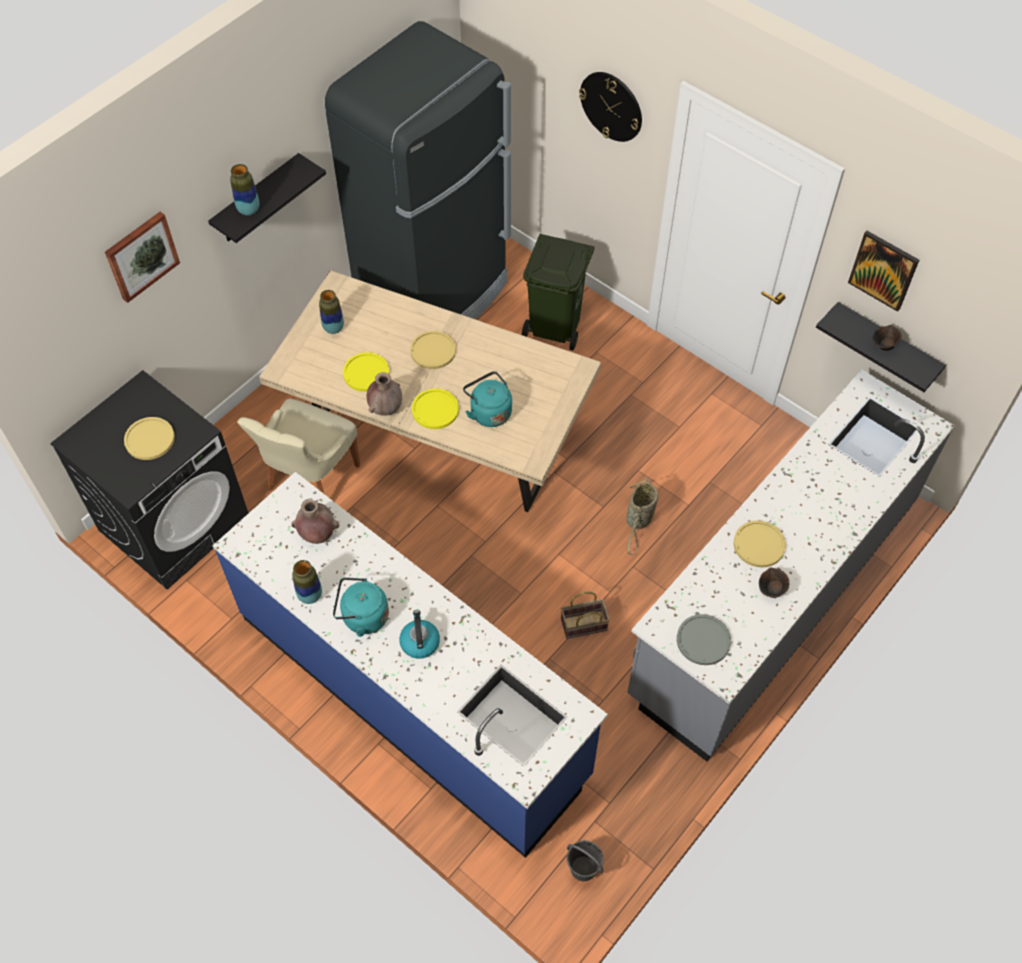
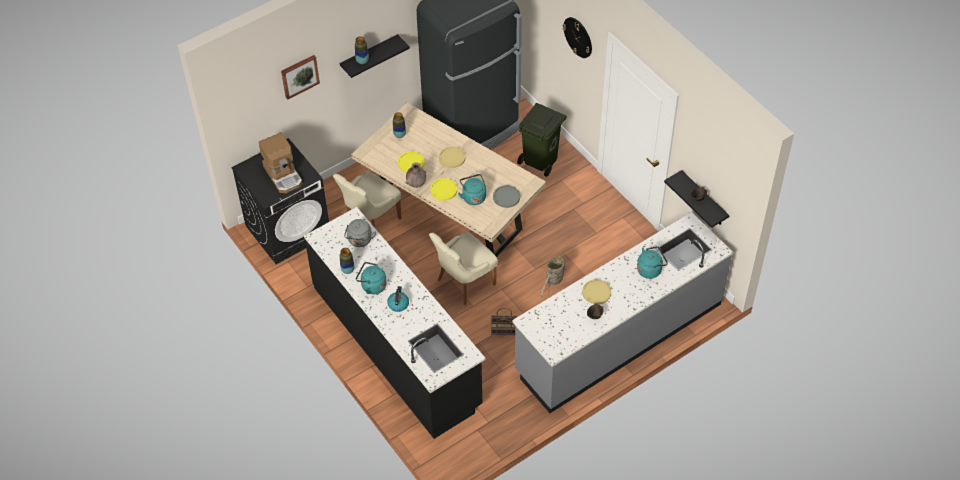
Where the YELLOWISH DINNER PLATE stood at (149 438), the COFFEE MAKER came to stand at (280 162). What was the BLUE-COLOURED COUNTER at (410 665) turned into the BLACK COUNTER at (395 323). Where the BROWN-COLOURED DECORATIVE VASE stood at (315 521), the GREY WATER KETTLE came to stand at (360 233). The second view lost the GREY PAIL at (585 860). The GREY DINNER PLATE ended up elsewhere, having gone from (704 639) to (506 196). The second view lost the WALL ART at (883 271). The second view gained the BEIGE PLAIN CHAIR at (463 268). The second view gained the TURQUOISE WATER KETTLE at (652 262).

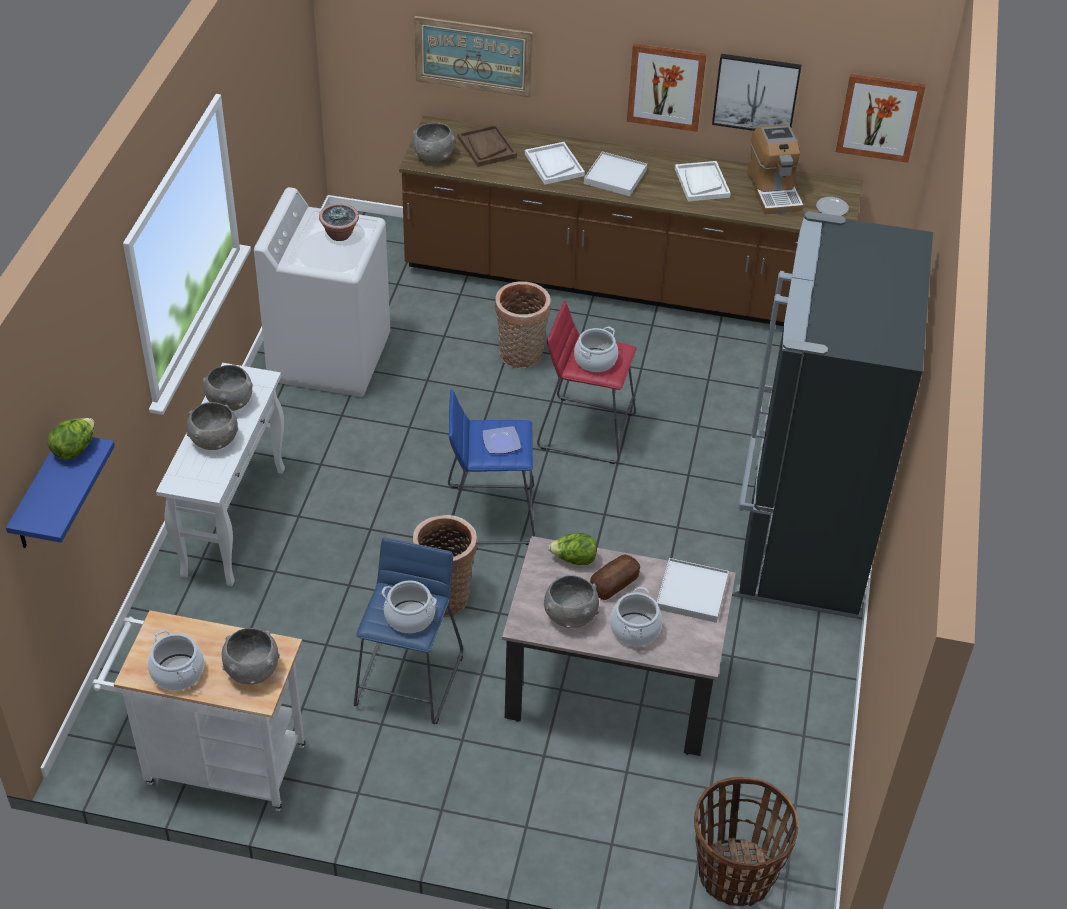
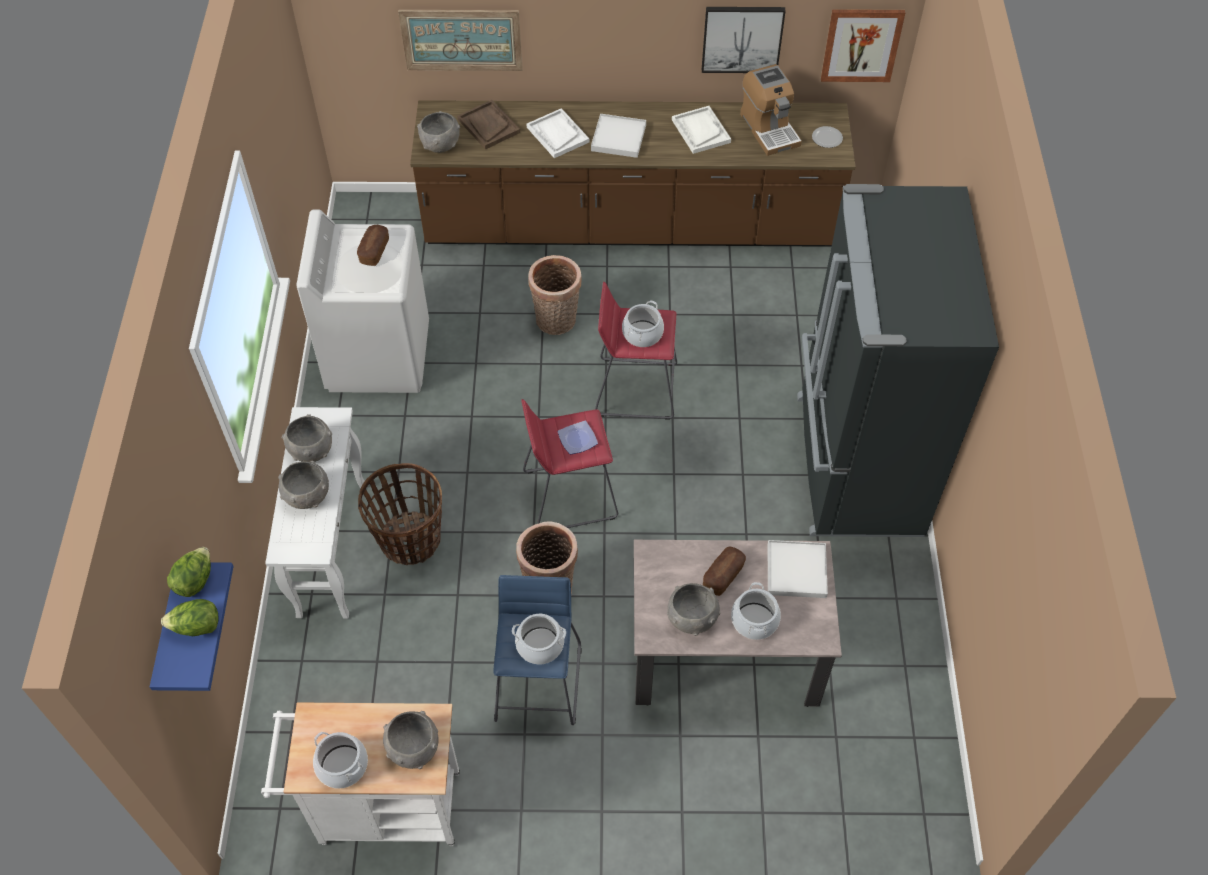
Where the HOUSEPLANT stood at (339 222), the BAKED BREAD came to stand at (373 245). What was the BLUE-COLOURED SITTING STOOL at (491 467) turned into the RED-COLOURED SITTING STOOL at (569 463). The LETTUCE ended up elsewhere, having gone from (572 549) to (190 617). The second view lost the WALL ART at (667 87). The HOUSEHOLD BASKET ended up elsewhere, having gone from (746 842) to (400 514).

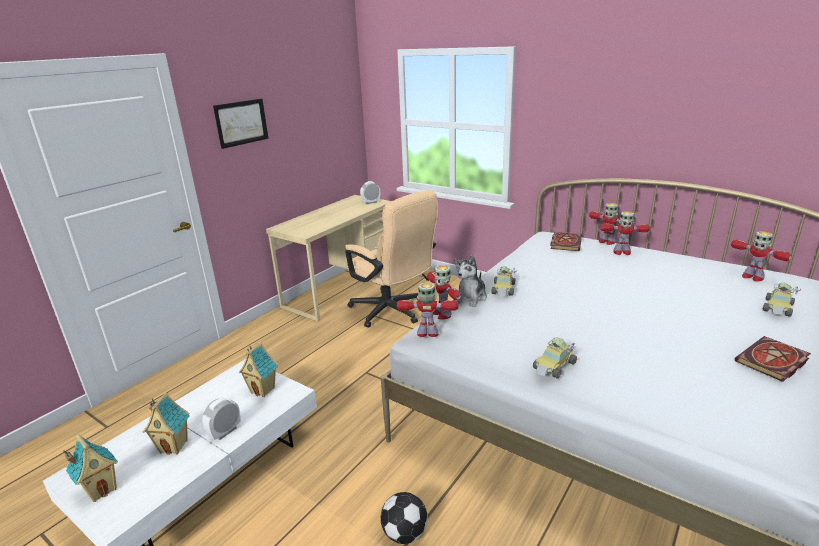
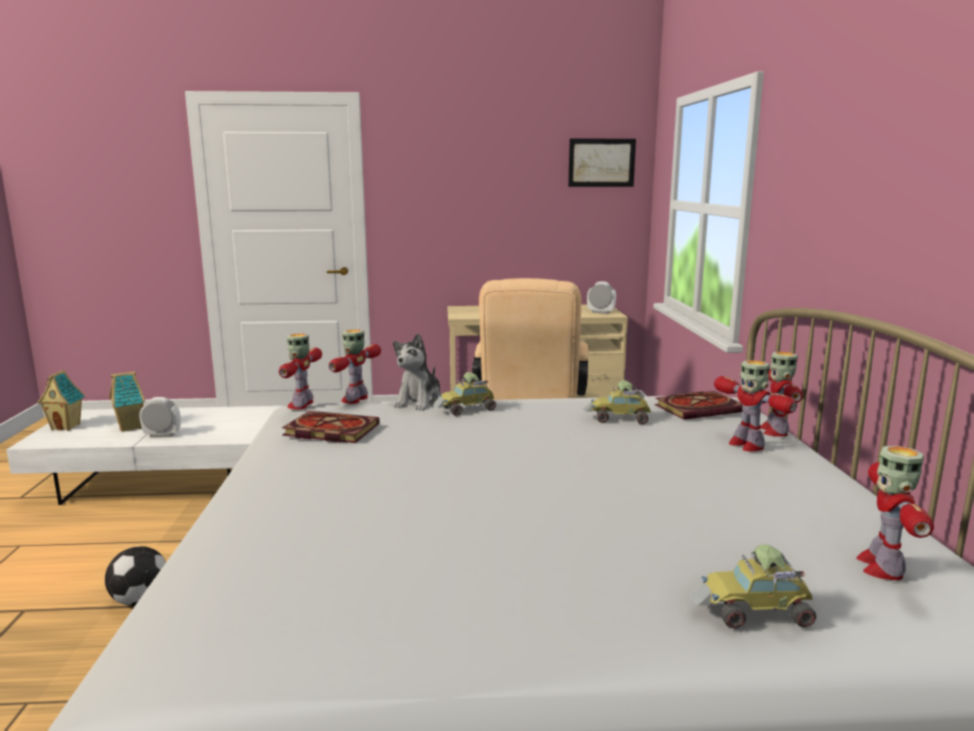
The WALL ART ended up elsewhere, having gone from (241 124) to (602 163). The second view lost the TOY HOUSE at (258 369). The MODEL ROBOT at (427 309) ended up facing another way, 135 degrees counterclockwise from before. The CUDDLY TOY at (470 281) ended up facing another way, 60 degrees counterclockwise from before. The MINIATURE CAR ended up elsewhere, having gone from (555 358) to (617 402). The BOOK ended up elsewhere, having gone from (772 359) to (331 427).

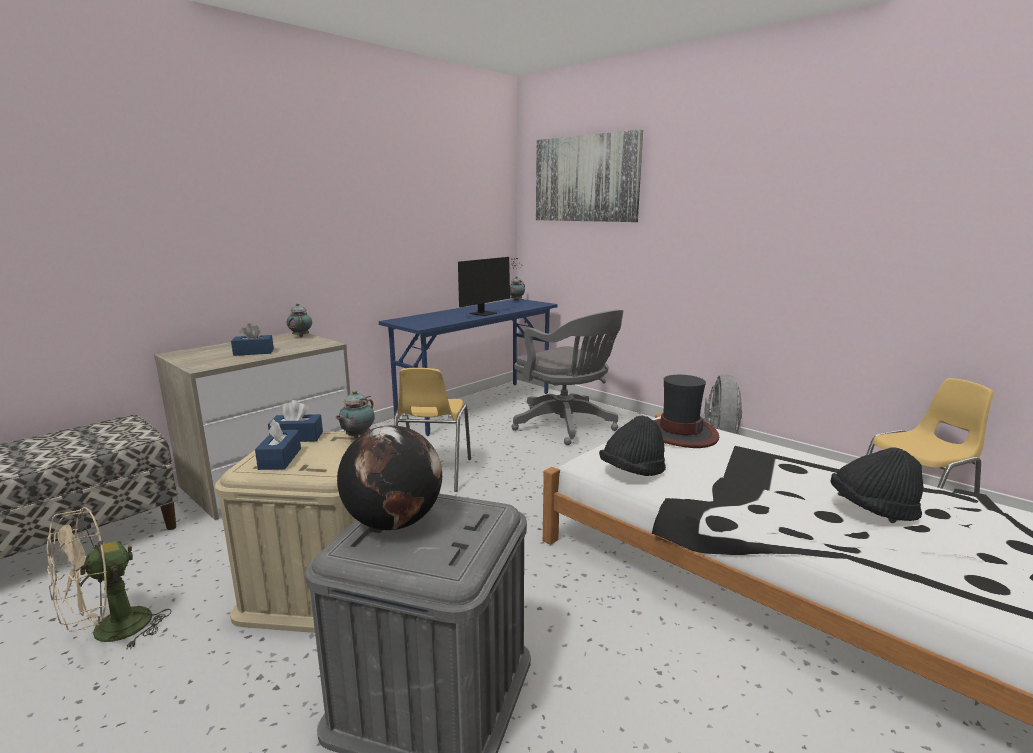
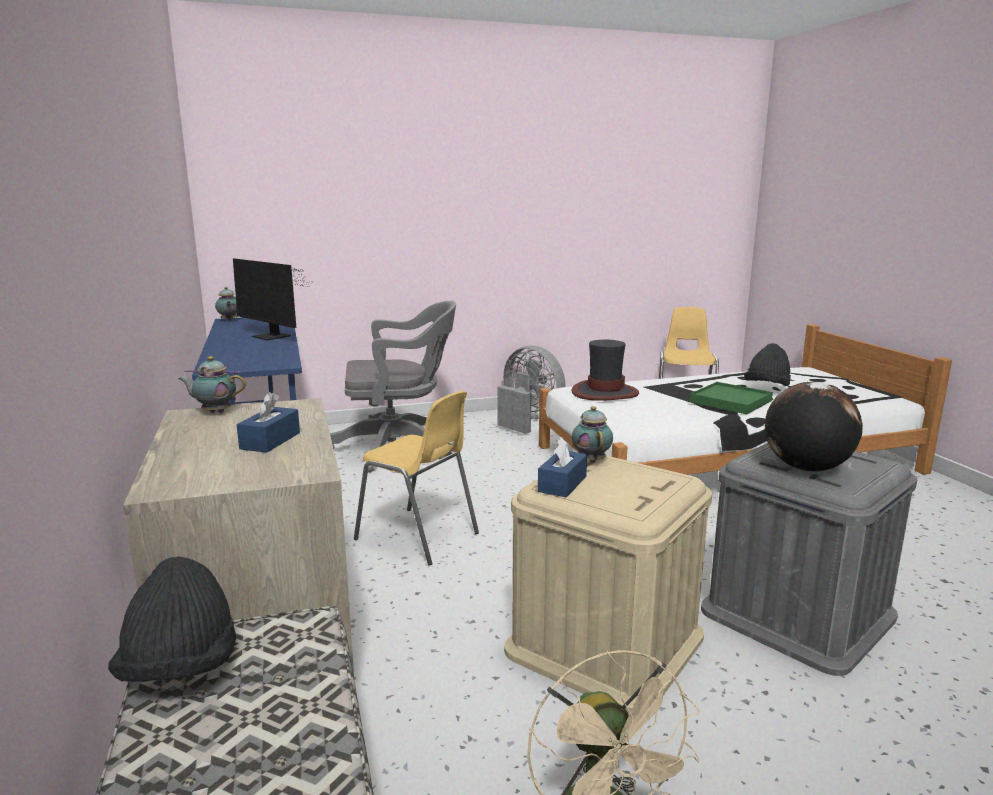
The second view lost the BLUE-COLOURED TISSUE HOLDER at (278 444). The TEAPOT at (355 414) ended up facing another way, 150 degrees counterclockwise from before. The MONITOR at (491 286) ended up facing another way, 150 degrees clockwise from before. The second view lost the WALL ART at (589 176). The BLACK WEARABLE HAT ended up elsewhere, having gone from (632 446) to (172 619). The second view gained the GREEN TRAY at (731 398).

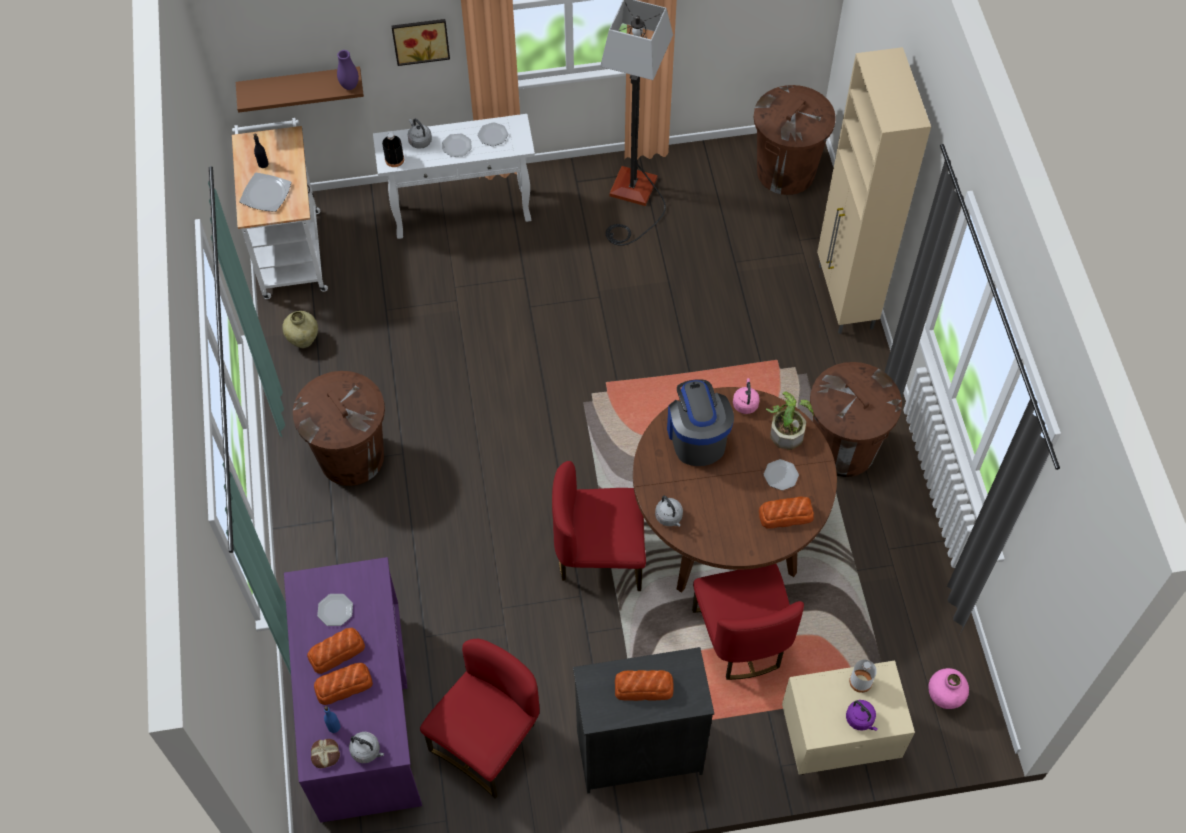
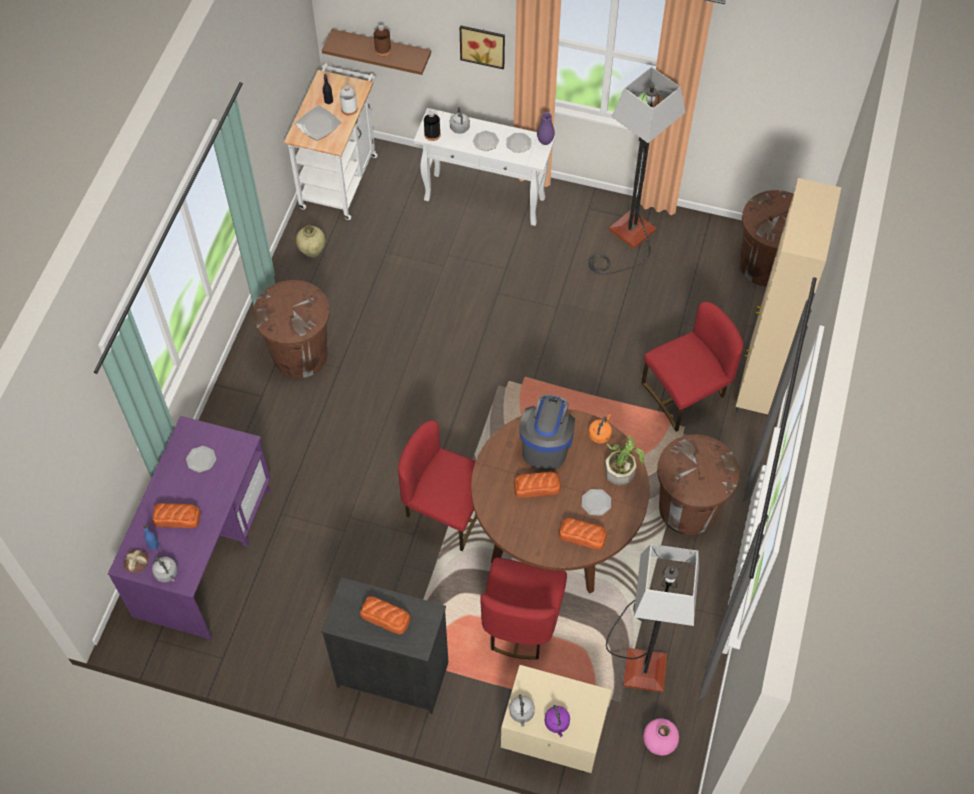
The BAKED BREAD ended up elsewhere, having gone from (336 651) to (537 484). The PURPLE DECORATIVE VASE ended up elsewhere, having gone from (348 70) to (546 128). The RED-COLOURED PLAIN CHAIR ended up elsewhere, having gone from (480 719) to (692 367). The GREY WATER KETTLE ended up elsewhere, having gone from (669 511) to (522 710). What was the PINK-COLOURED WATER KETTLE at (746 396) turned into the ORANGEY WATER KETTLE at (600 428). The WHITE-COLOURED DRINK BOTTLE ended up elsewhere, having gone from (863 676) to (349 100). The second view gained the BROWN-COLOURED DRINK BOTTLE at (382 40). The second view gained the STANDARD LAMP at (652 618).

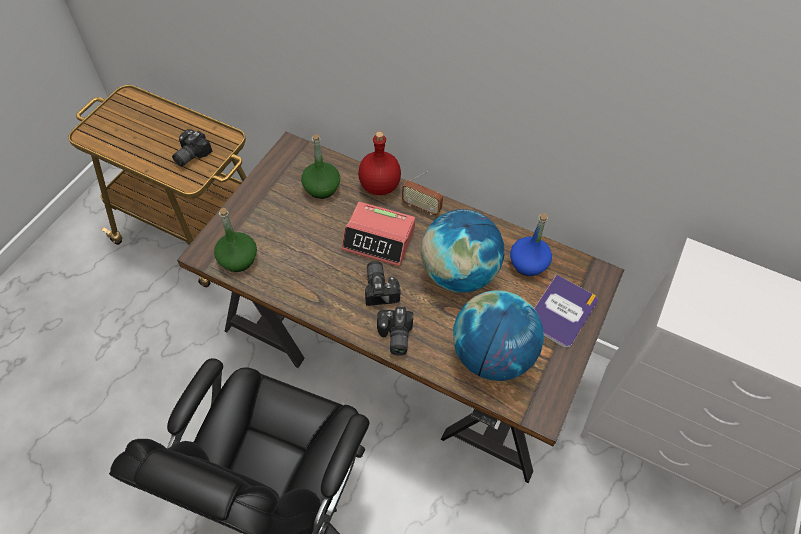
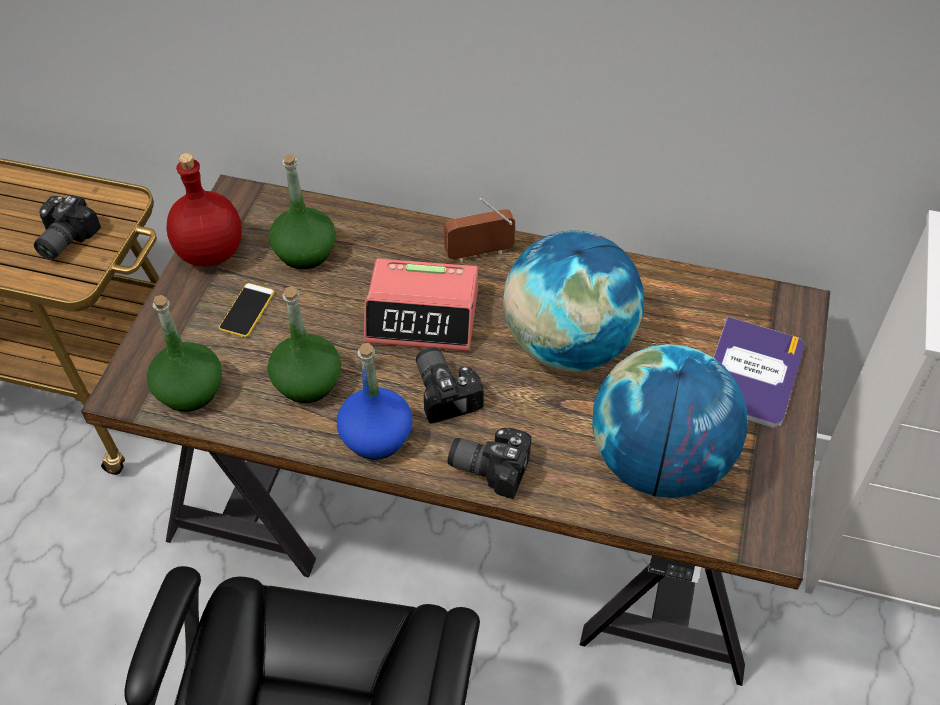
The RED-COLOURED DRINK BOTTLE ended up elsewhere, having gone from (379 163) to (204 210). The PHOTO CAMERA at (395 331) ended up facing another way, 120 degrees clockwise from before. The RADIO at (422 193) ended up facing another way, 150 degrees clockwise from before. The BLUE-COLOURED DRINK BOTTLE ended up elsewhere, having gone from (531 244) to (375 401). The second view gained the PHONE at (247 310). The second view gained the GREEN DRINK BOTTLE at (304 344).

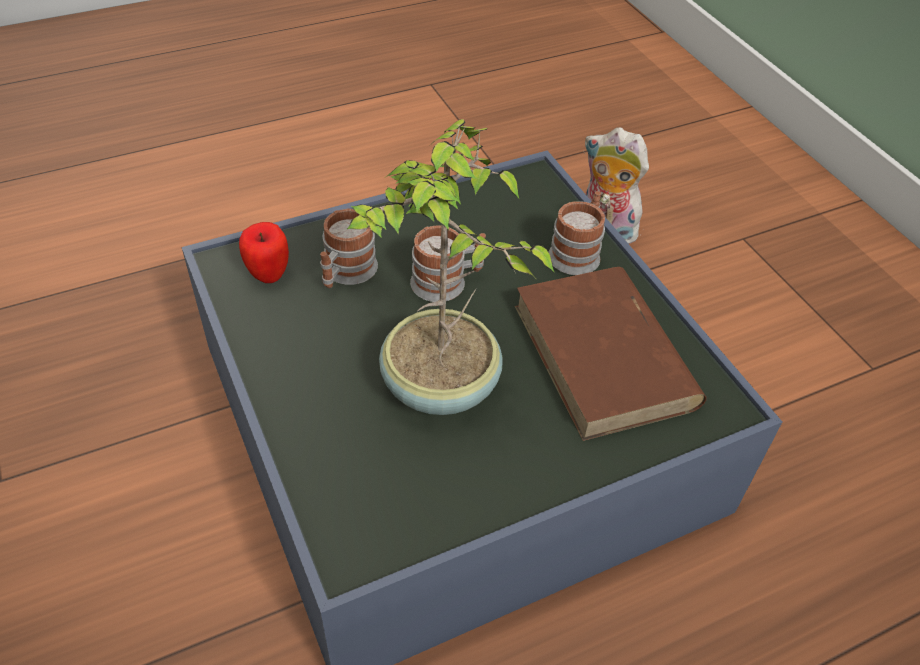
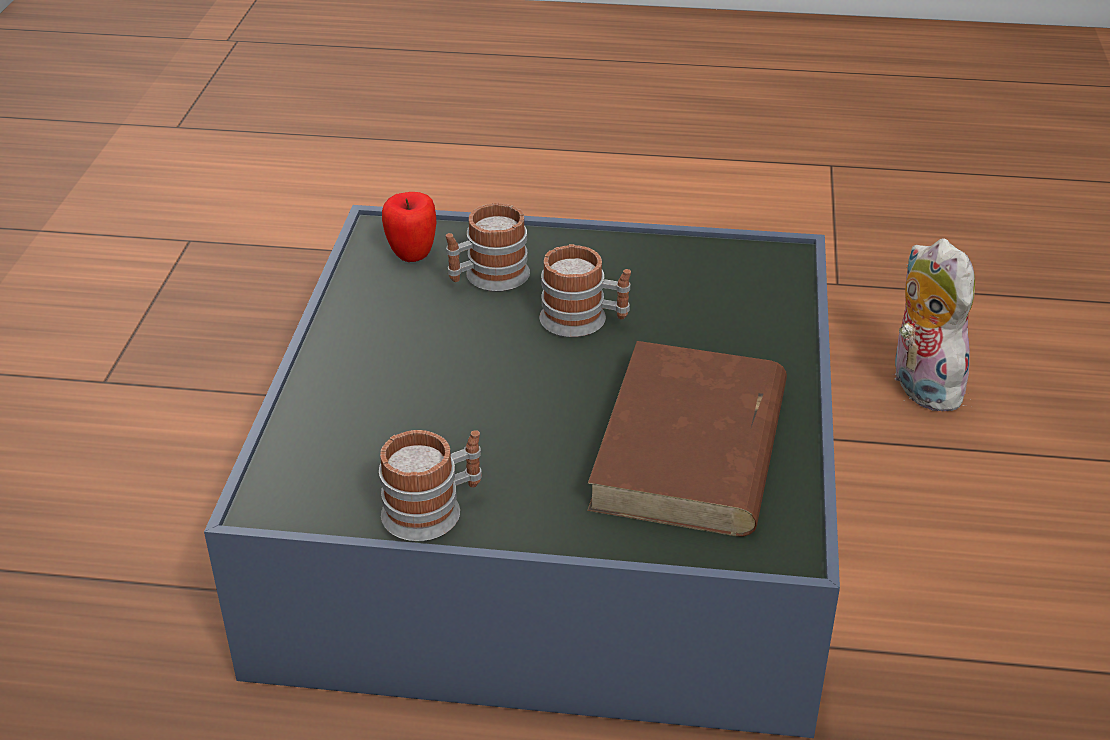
The second view lost the HOUSEPLANT at (451 267). The TEA MUG ended up elsewhere, having gone from (576 233) to (430 485).

